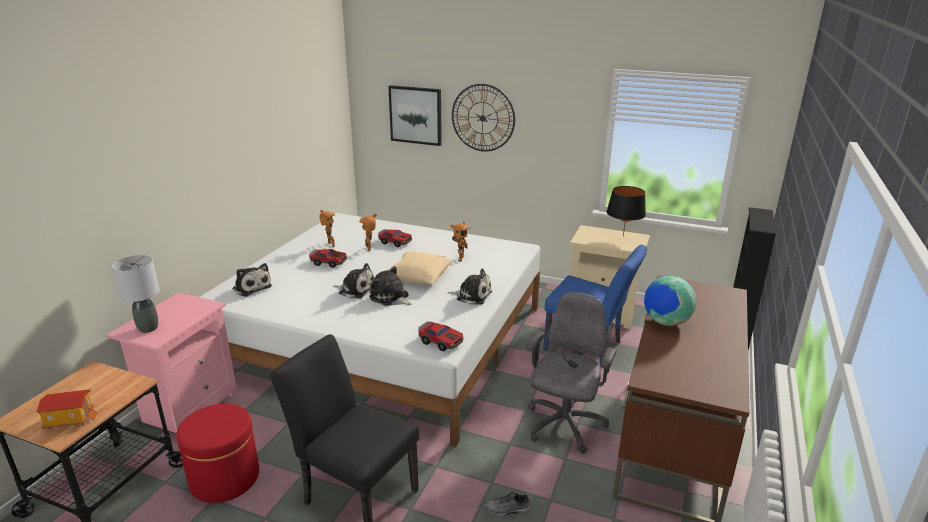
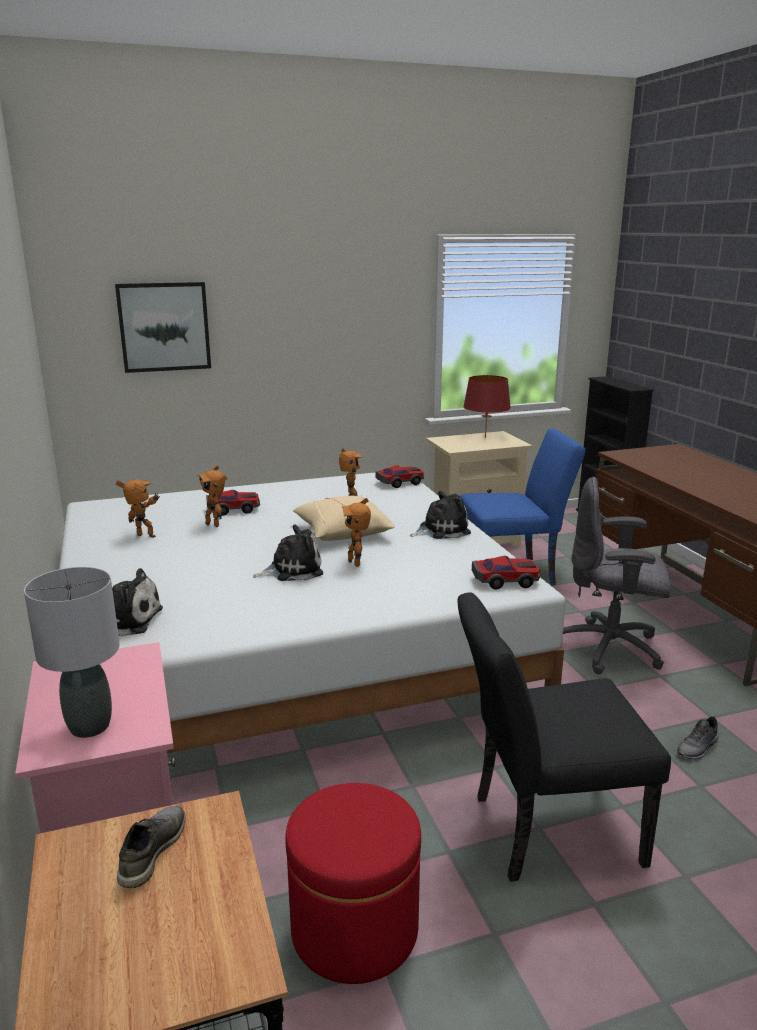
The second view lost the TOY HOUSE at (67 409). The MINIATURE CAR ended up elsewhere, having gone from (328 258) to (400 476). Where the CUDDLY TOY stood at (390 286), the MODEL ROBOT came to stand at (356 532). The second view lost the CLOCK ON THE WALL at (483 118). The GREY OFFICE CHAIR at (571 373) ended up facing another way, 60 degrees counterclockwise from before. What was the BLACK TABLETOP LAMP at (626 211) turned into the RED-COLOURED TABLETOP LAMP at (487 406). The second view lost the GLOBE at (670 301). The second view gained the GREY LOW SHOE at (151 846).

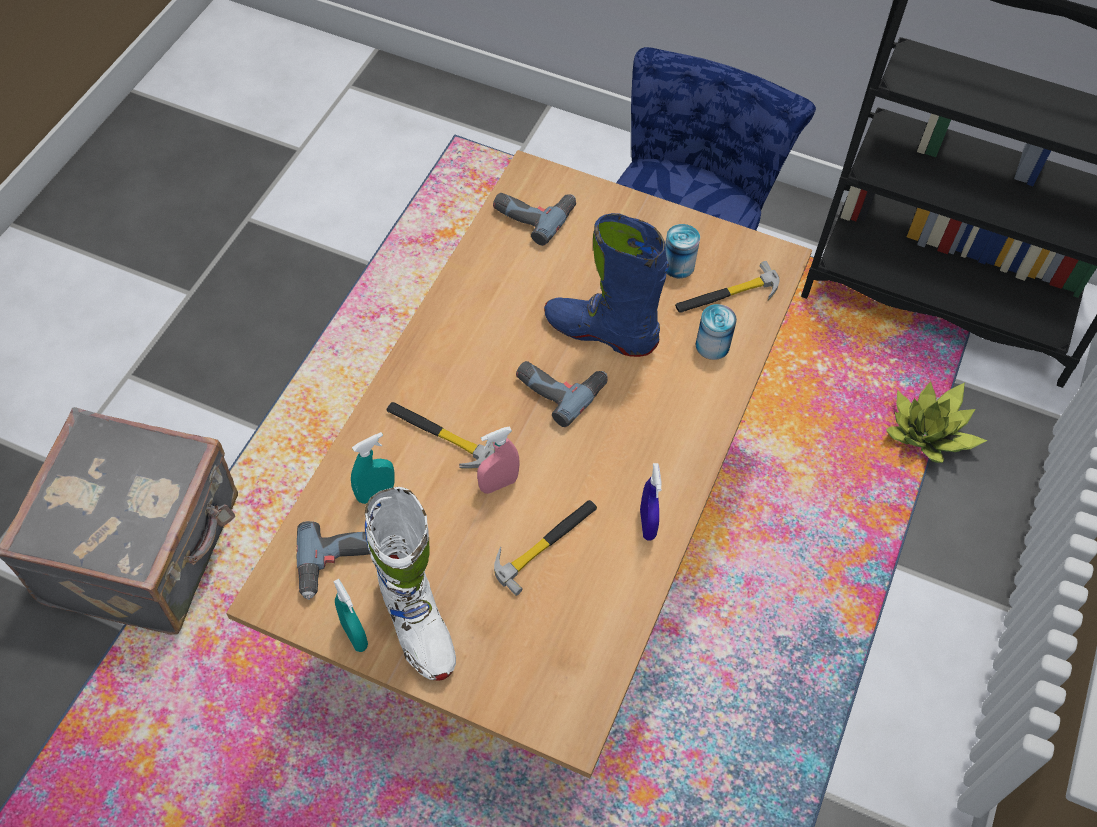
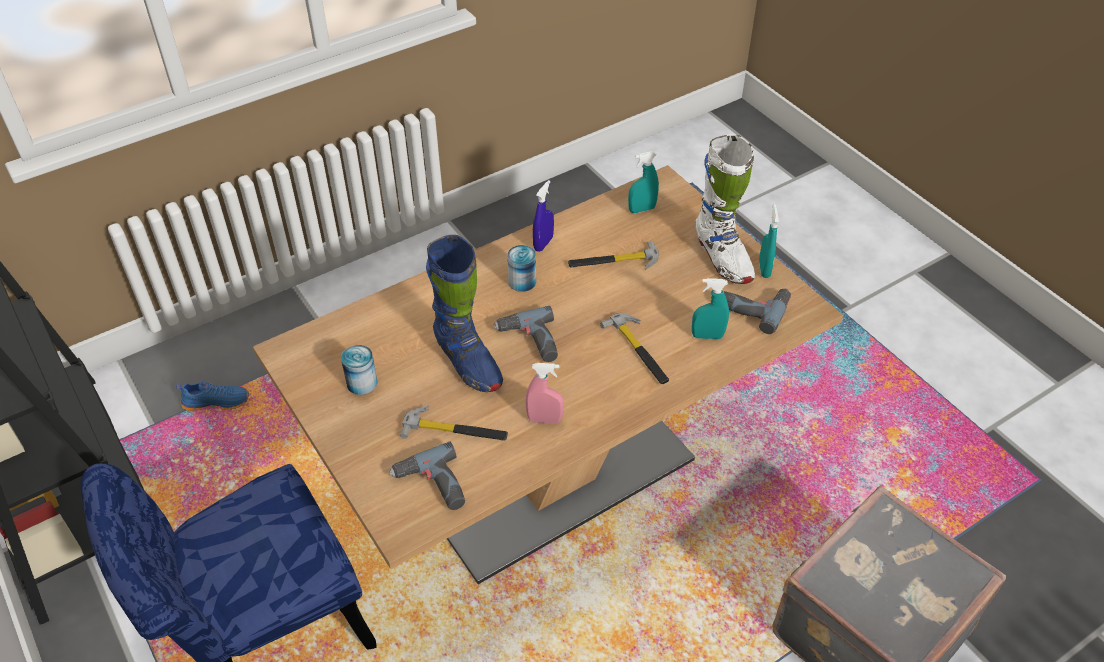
The WHITE-COLOURED BOOT at (410 584) ended up facing another way, 150 degrees clockwise from before. The PINK-COLOURED HAND SPRAYER ended up elsewhere, having gone from (498 460) to (545 393). The HAND HAMMER ended up elsewhere, having gone from (727 287) to (454 423). The METAL CAN ended up elsewhere, having gone from (716 332) to (521 268). Where the HOUSEPLANT stood at (936 422), the BLUE-COLOURED LOW SHOE came to stand at (212 396). The second view gained the TURQUOISE HAND SPRAYER at (643 182).

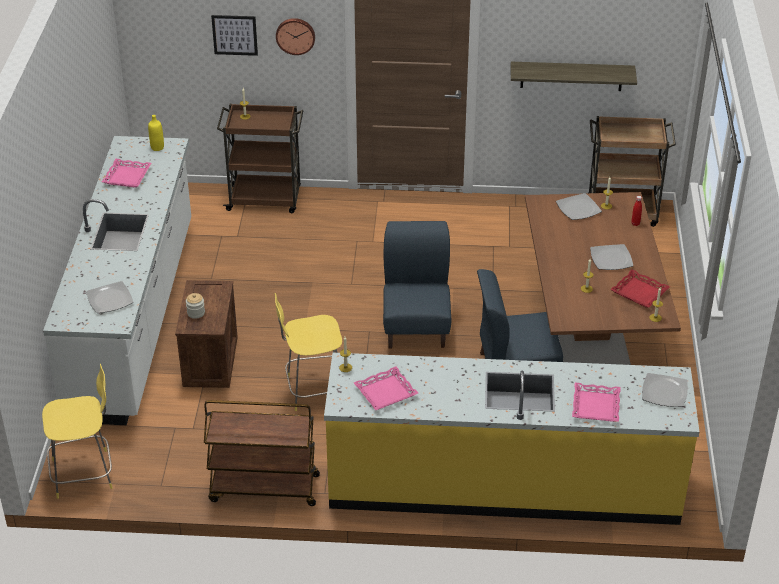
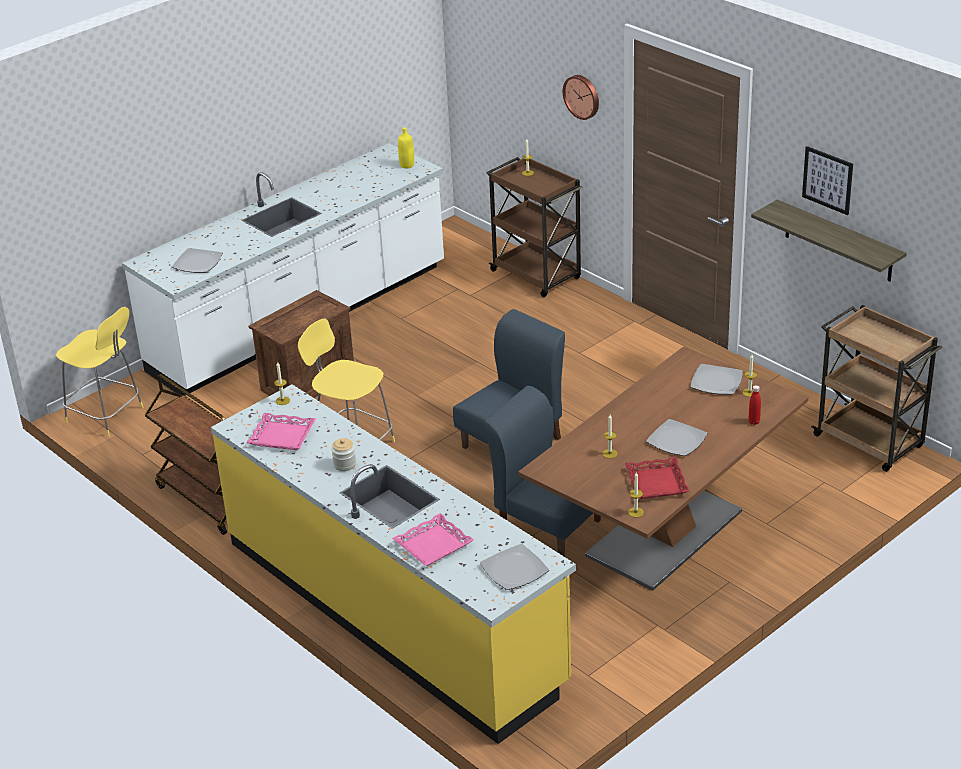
The second view lost the PINK-COLOURED TRAY at (126 173). The STORAGE JAR ended up elsewhere, having gone from (195 306) to (343 454). The WALL ART ended up elsewhere, having gone from (234 35) to (827 180).

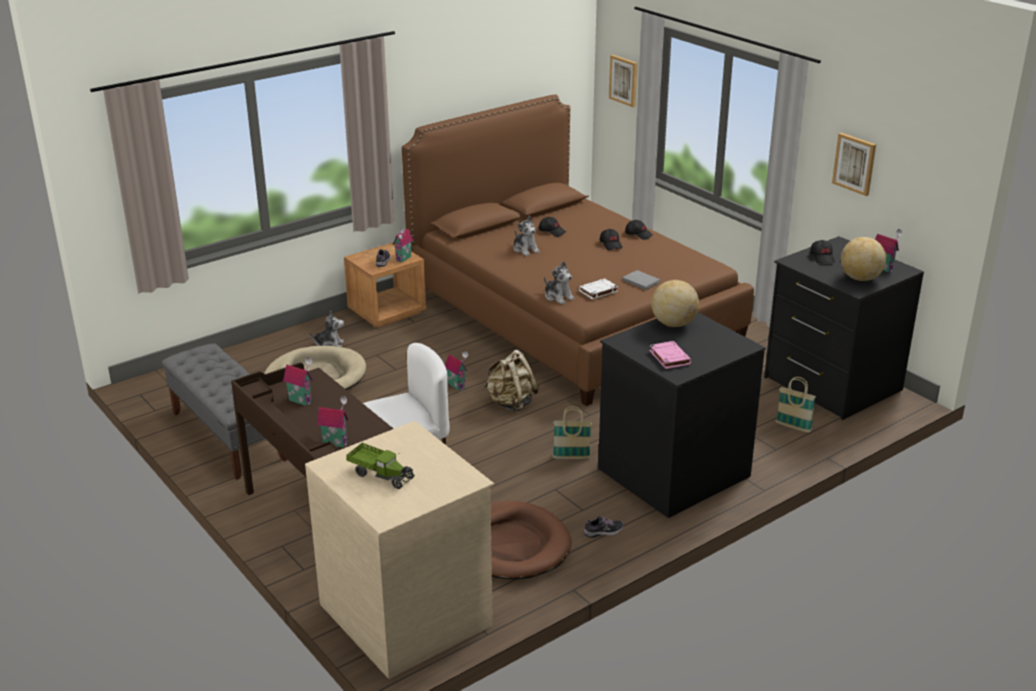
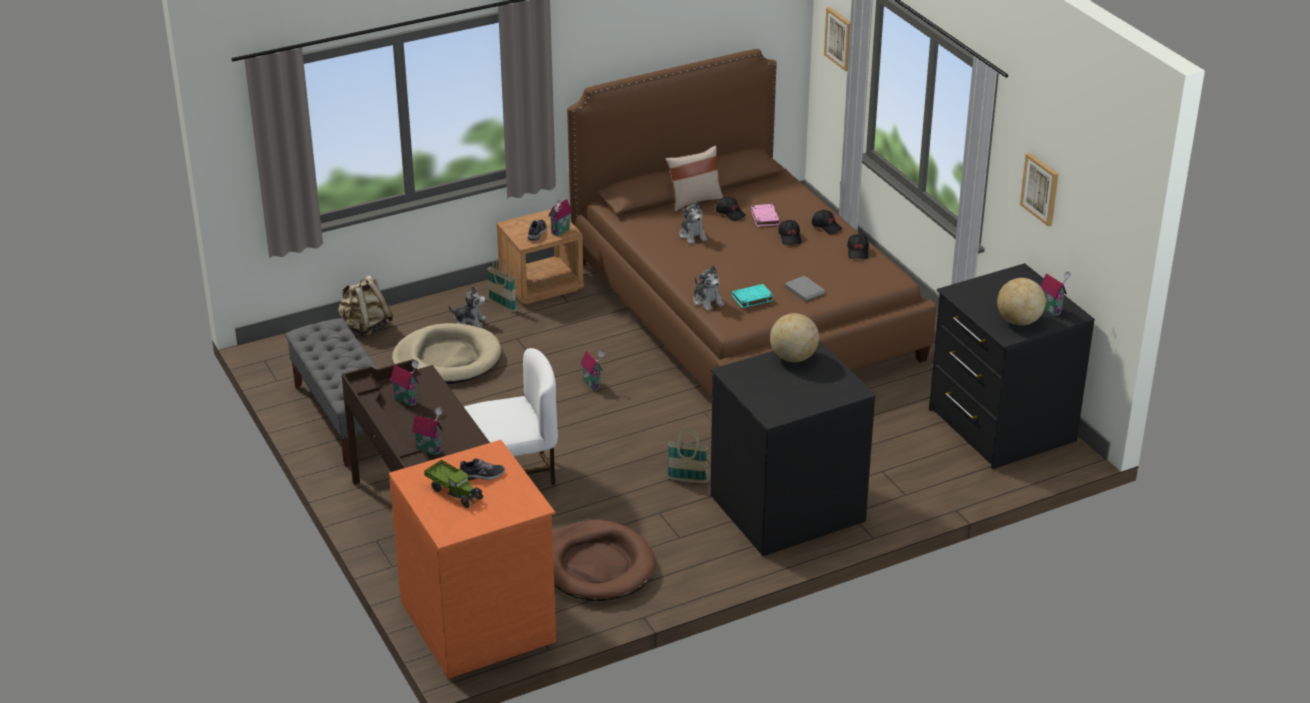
What was the BEIGE DRAWER CHEST at (399 550) turned into the ORANGEY DRAWER CHEST at (472 559). The BEIGE RUCKSACK ended up elsewhere, having gone from (511 381) to (365 306). What was the WHITE-COLOURED BOOK at (598 289) turned into the TURQUOISE BOOK at (753 296). The LOW SHOE ended up elsewhere, having gone from (604 527) to (482 469). The PINK-COLOURED BOOK ended up elsewhere, having gone from (671 355) to (765 215). The HOUSEHOLD BASKET ended up elsewhere, having gone from (796 405) to (502 285). The BLACK BASEBALL CAP ended up elsewhere, having gone from (822 252) to (858 246). The second view gained the BEIGE THROW PILLOW at (694 178).

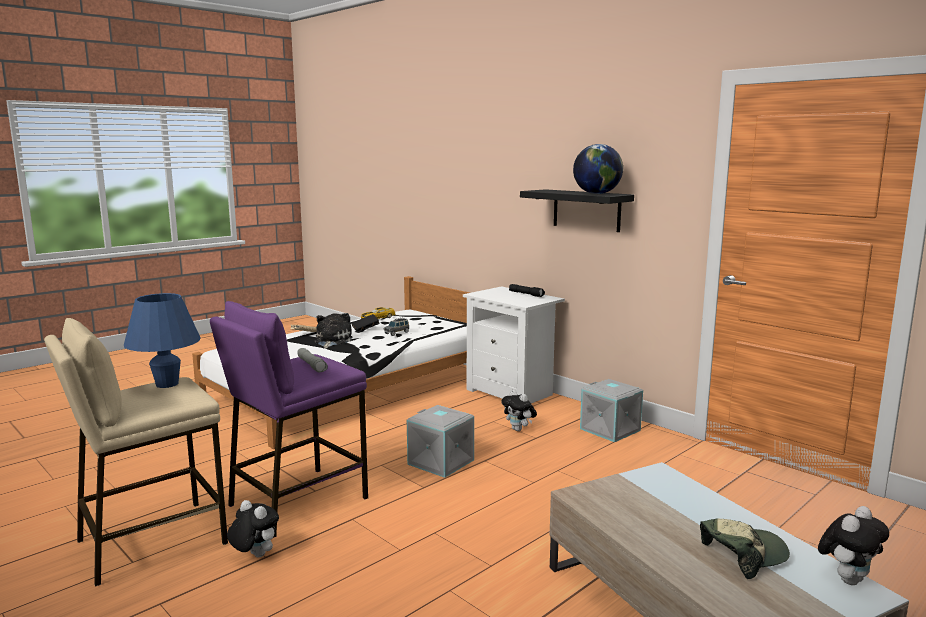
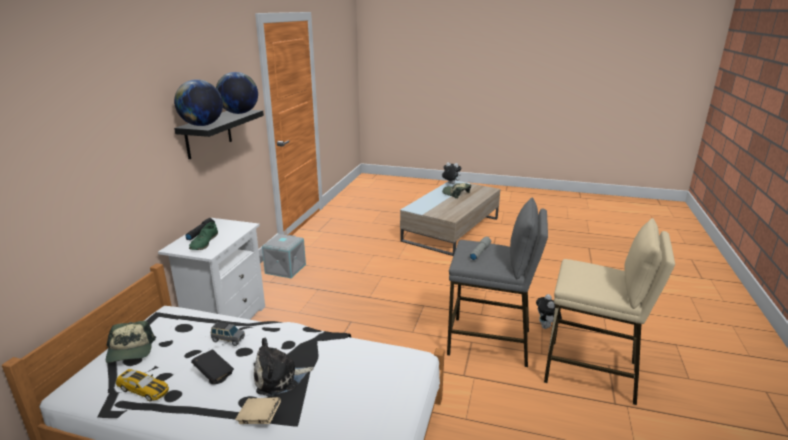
The second view lost the BLUE-COLOURED TABLETOP LAMP at (162 340). What was the PURPLE SITTING STOOL at (289 419) turned into the GREY SITTING STOOL at (497 282). The second view lost the GREY STORAGE BOX at (440 441). The second view lost the CUDDLY TOY at (519 410). The second view gained the BASEBALL CAP at (130 342). The second view gained the GLOBE at (198 102). The second view gained the GREEN LOW SHOE at (203 236).

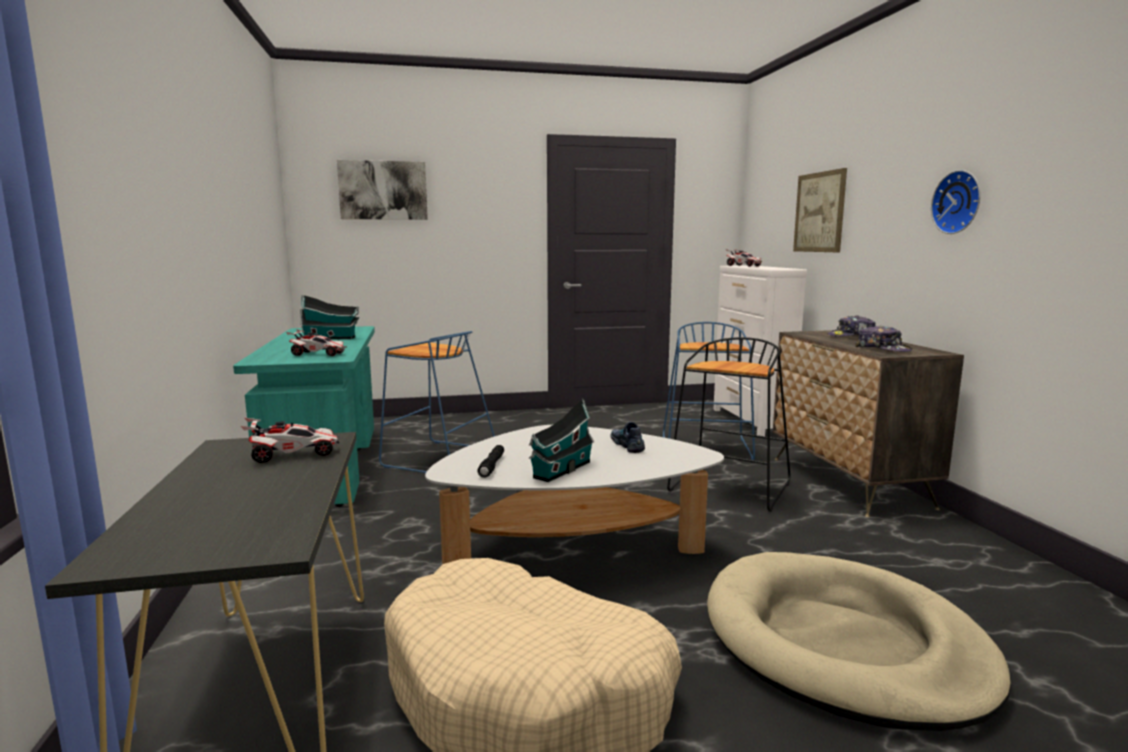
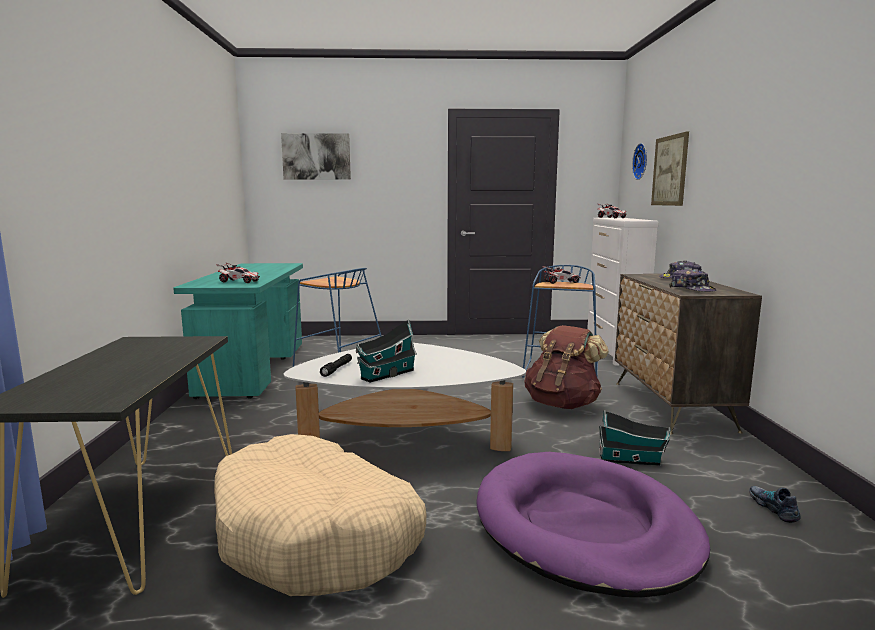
The MINIATURE CAR ended up elsewhere, having gone from (290 440) to (561 275). The TOY HOUSE ended up elsewhere, having gone from (329 317) to (635 438). The LOW SHOE ended up elsewhere, having gone from (627 437) to (775 504). Where the BLACK SITTING STOOL stood at (728 424), the BROWN-COLOURED RUCKSACK came to stand at (566 367). What was the BEIGE PET BED at (859 641) turned into the PURPLE PET BED at (593 524). The CLOCK ON THE WALL ended up elsewhere, having gone from (955 202) to (639 161).

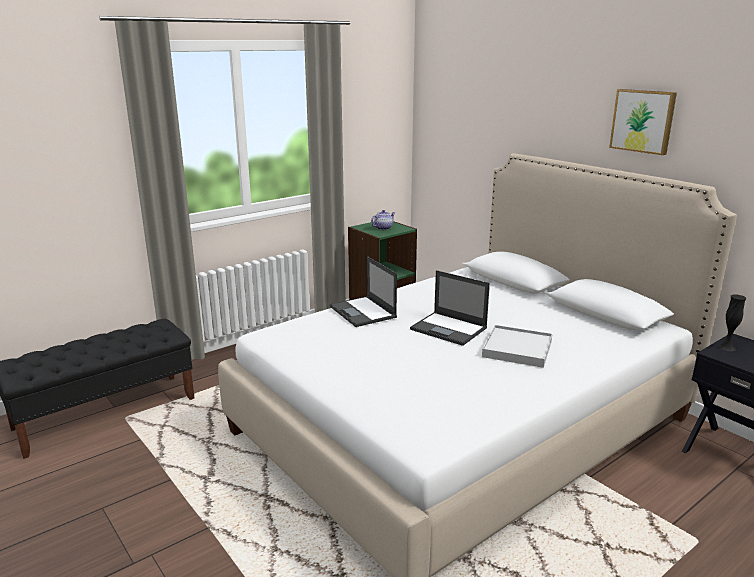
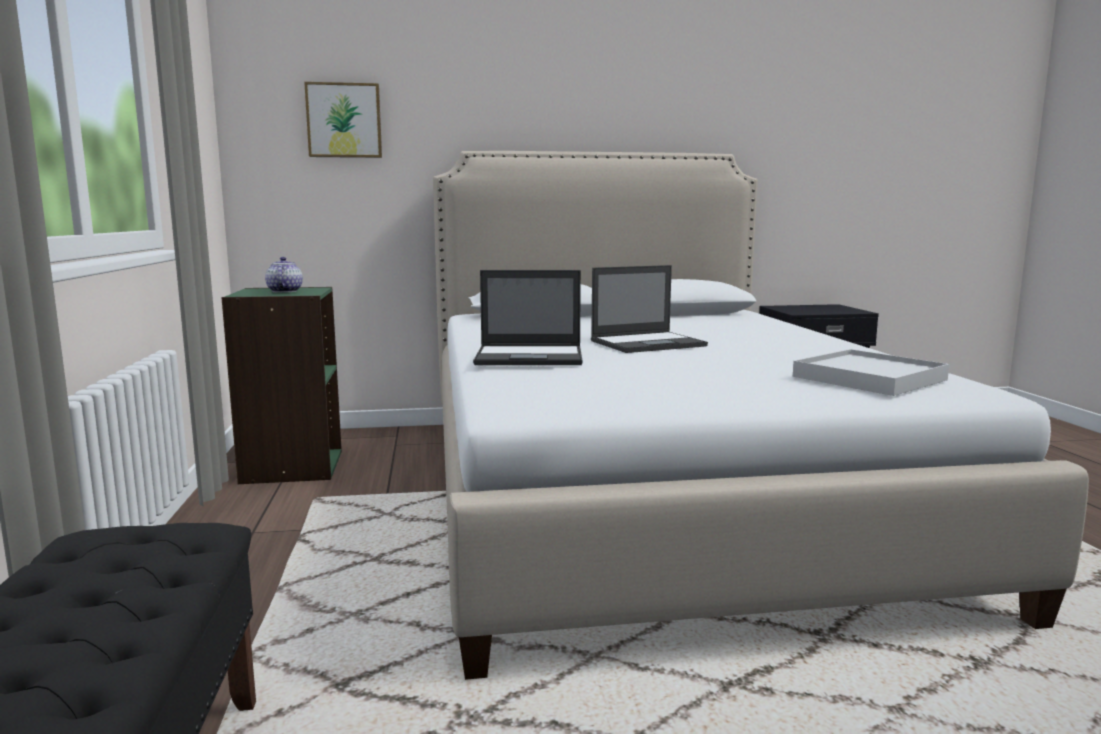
The WHITE-COLOURED TRAY ended up elsewhere, having gone from (517 346) to (871 372). The WALL ART ended up elsewhere, having gone from (643 122) to (343 120). The second view lost the BLACK DECORATIVE VASE at (732 322).

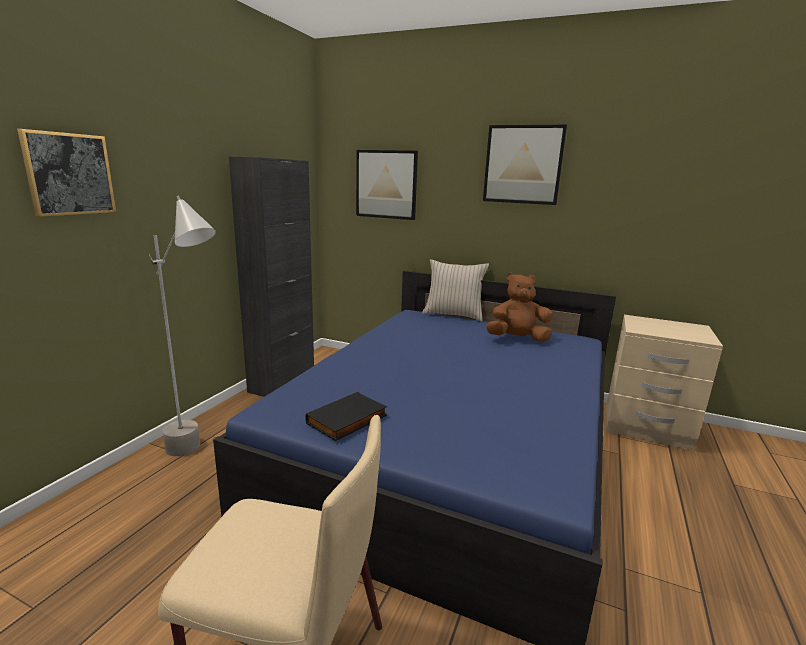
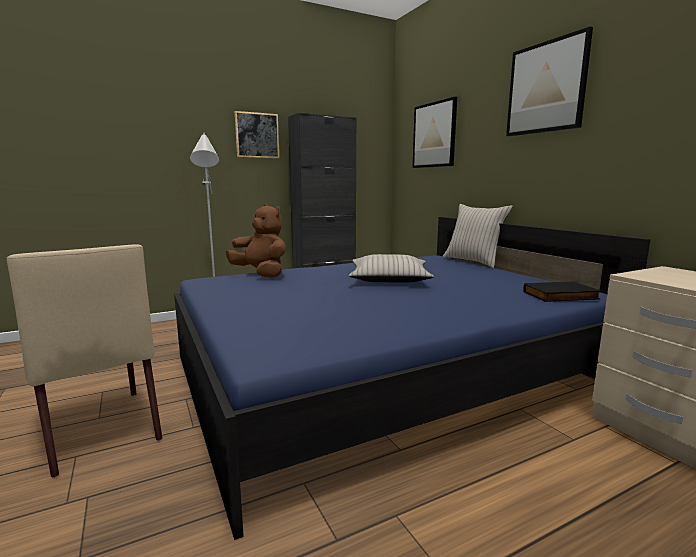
The WALL ART ended up elsewhere, having gone from (66 173) to (257 134). The BLACK BOOK ended up elsewhere, having gone from (346 416) to (562 291). The BROWN-COLOURED CUDDLY TOY ended up elsewhere, having gone from (519 307) to (256 241). The second view gained the BEIGE THROW PILLOW at (391 268).

